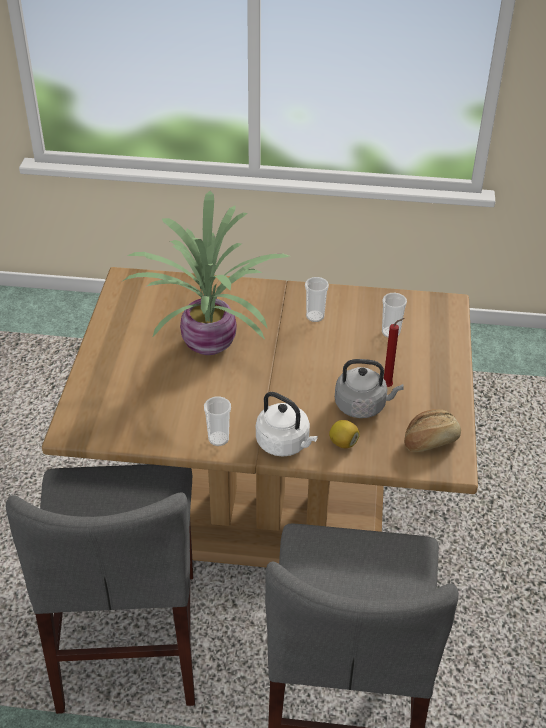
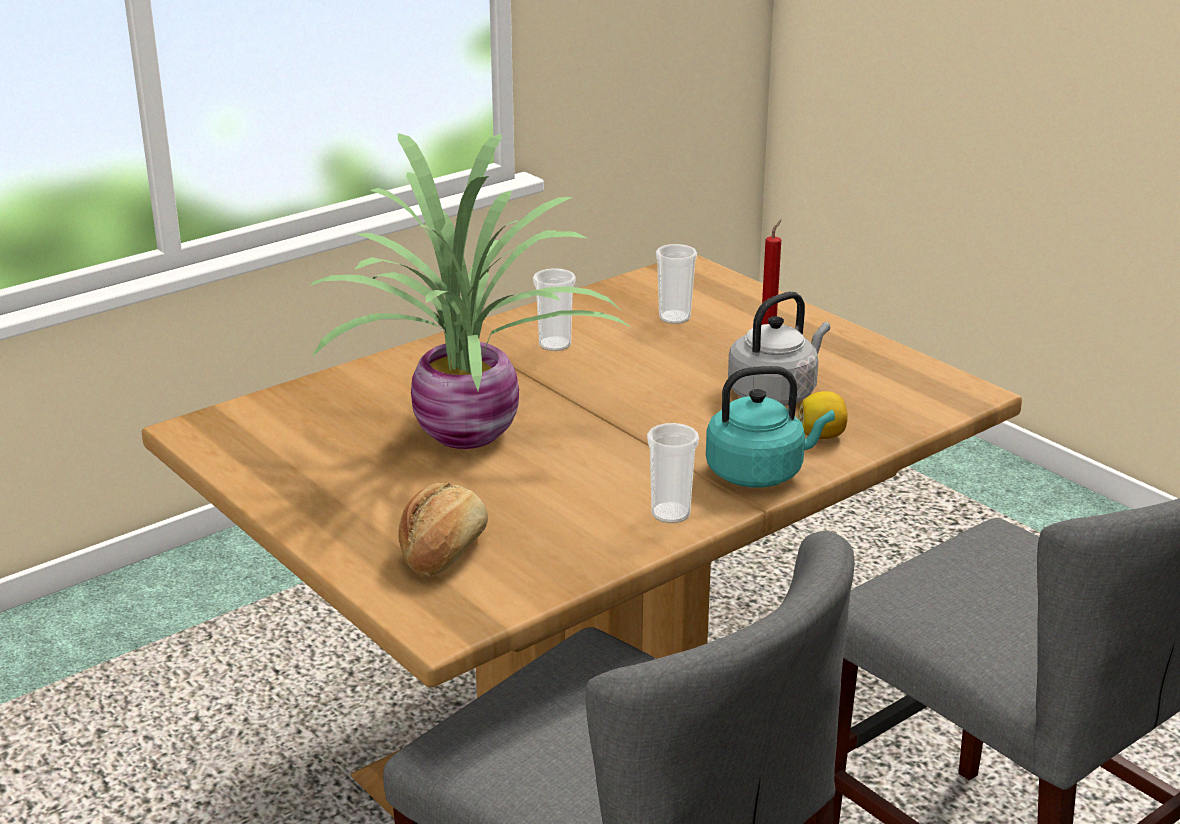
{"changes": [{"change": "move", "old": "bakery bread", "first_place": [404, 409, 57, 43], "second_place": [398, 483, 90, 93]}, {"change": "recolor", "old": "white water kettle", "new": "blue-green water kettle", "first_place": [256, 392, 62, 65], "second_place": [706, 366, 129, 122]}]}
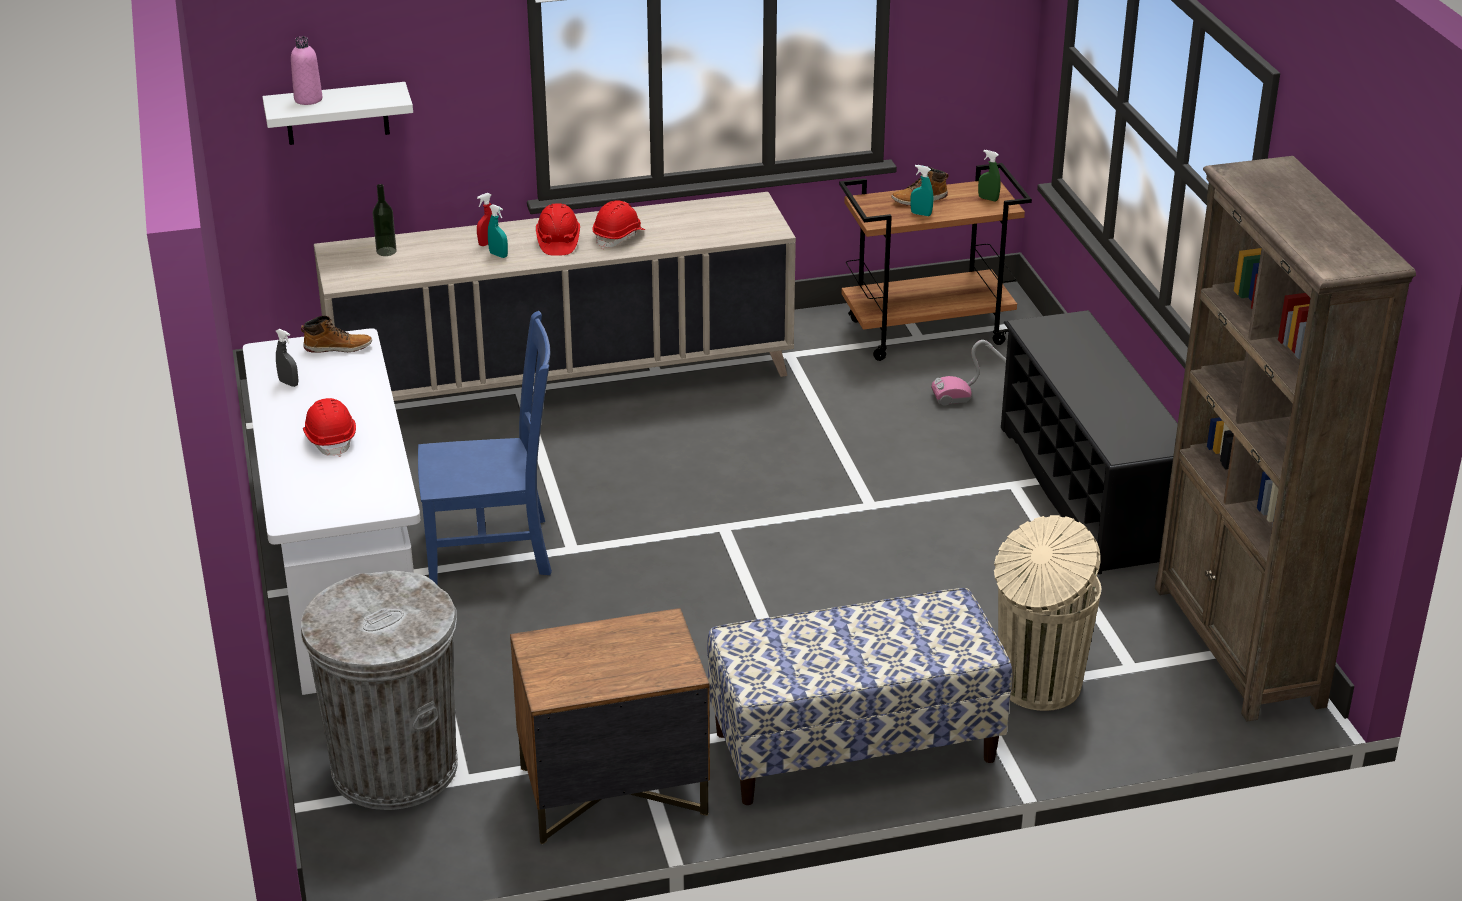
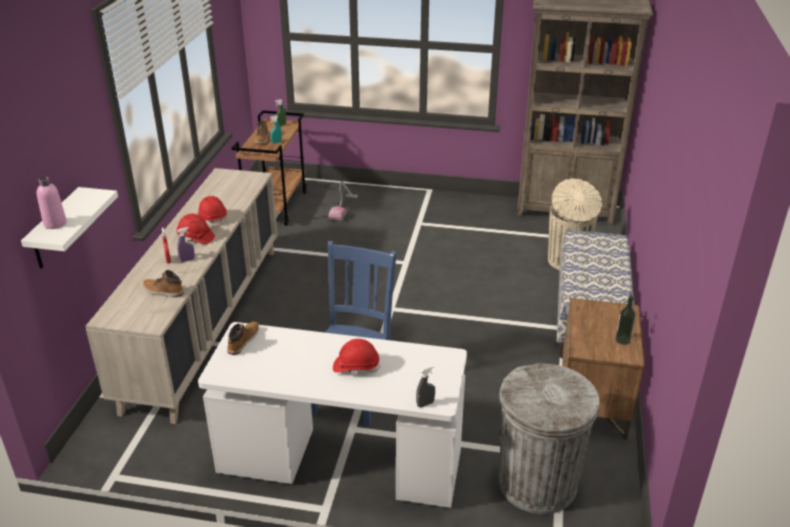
{"changes": [{"change": "insert", "new": "high-top boot", "second_place": [143, 270, 41, 27]}, {"change": "recolor", "old": "blue-green spray bottle", "new": "purple-coloured spray bottle", "first_place": [488, 204, 20, 54], "second_place": [177, 227, 18, 35]}, {"change": "move", "old": "gray spray bottle", "first_place": [276, 329, 22, 58], "second_place": [416, 366, 19, 41]}, {"change": "move", "old": "beverage bottle", "first_place": [373, 184, 24, 72], "second_place": [616, 295, 20, 50]}, {"change": "delete", "old": "black-coloured shoe rack", "first_place": [1001, 310, 177, 265]}]}
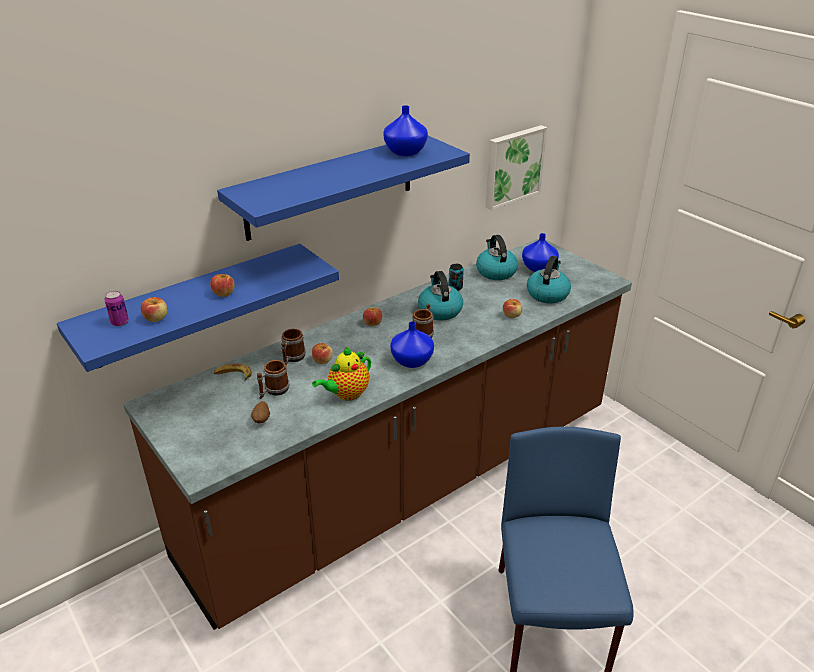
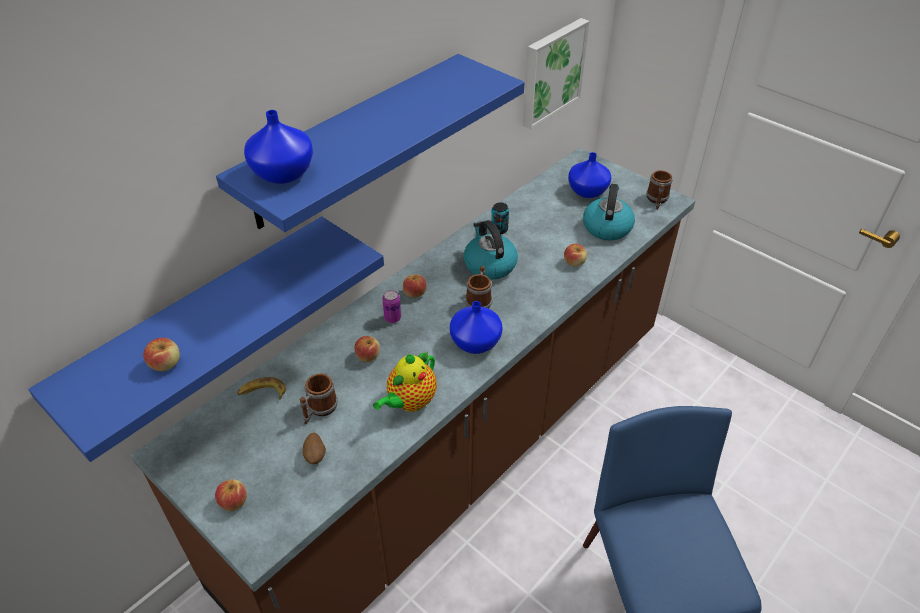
{"changes": [{"change": "move", "old": "apple", "first_place": [210, 274, 25, 23], "second_place": [215, 479, 32, 32]}, {"change": "move", "old": "bluish vase", "first_place": [384, 105, 44, 51], "second_place": [244, 110, 69, 74]}, {"change": "move", "old": "metal can", "first_place": [105, 291, 24, 35], "second_place": [382, 290, 19, 33]}, {"change": "move", "old": "coffee mug", "first_place": [281, 329, 25, 37], "second_place": [646, 170, 27, 40]}, {"change": "delete", "old": "water kettle", "first_place": [476, 235, 42, 45]}]}
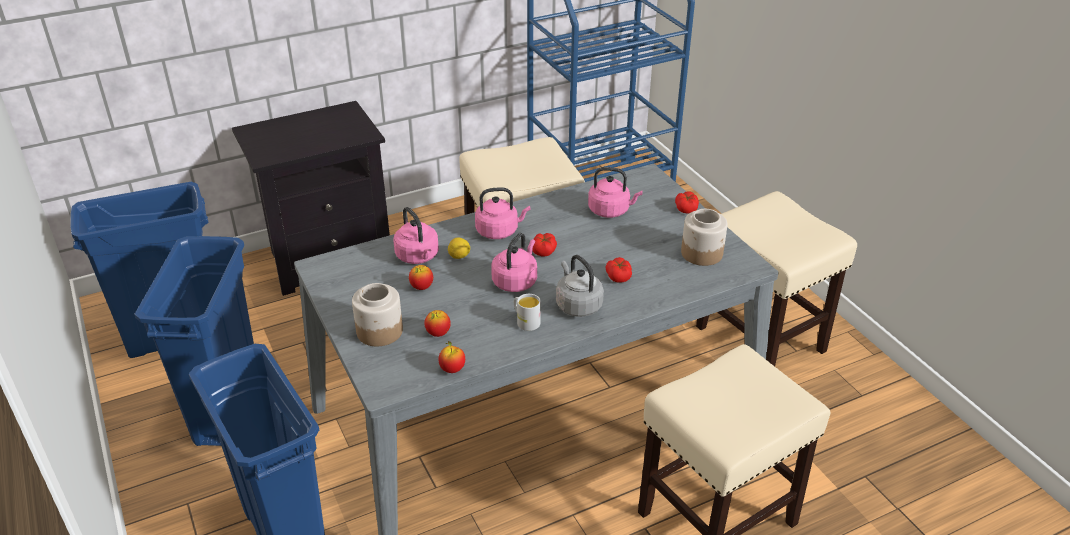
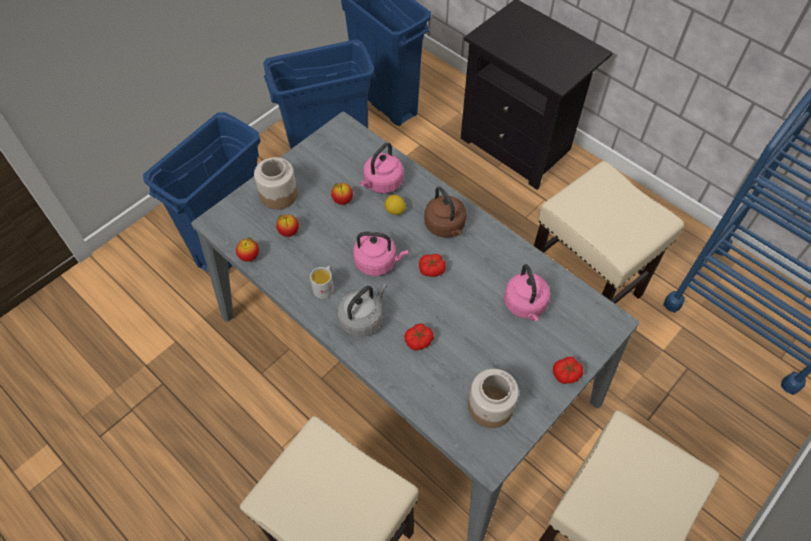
{"changes": [{"change": "recolor", "old": "pink water kettle", "new": "brown-coloured water kettle", "first_place": [475, 187, 56, 52], "second_place": [424, 186, 42, 51]}]}
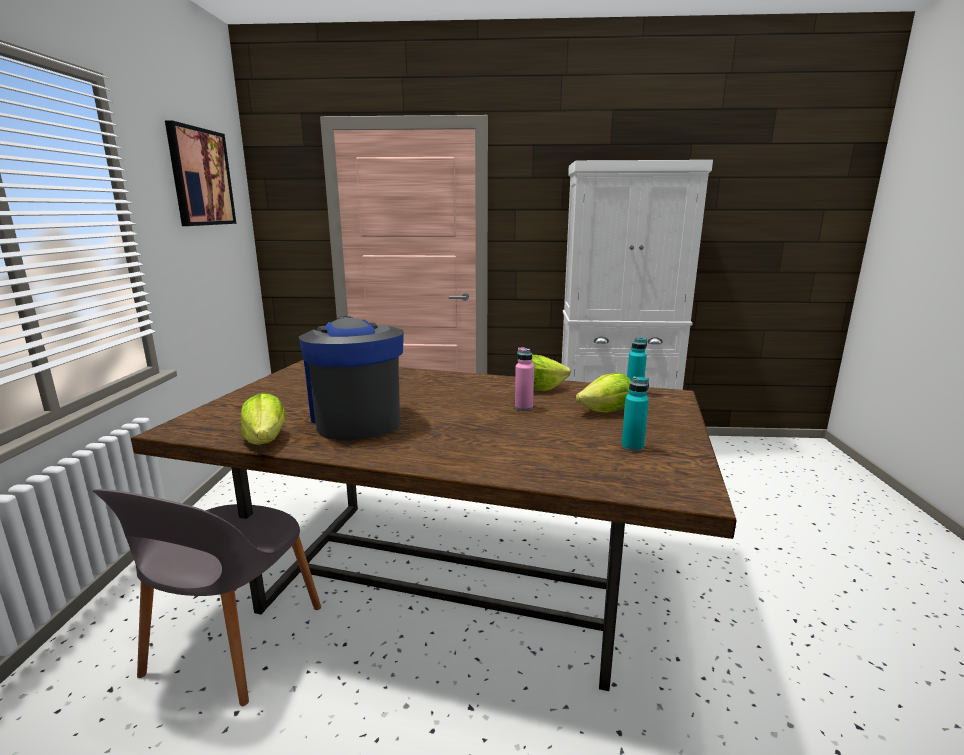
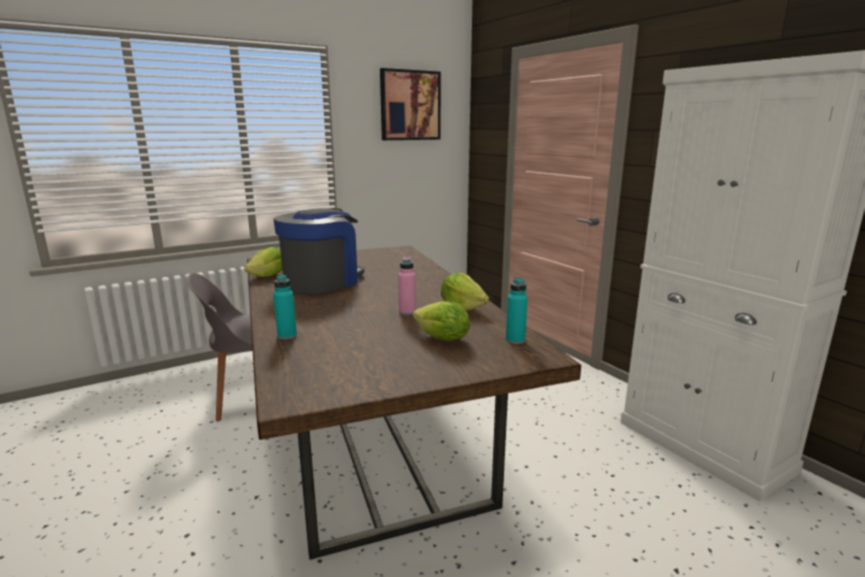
{"changes": [{"change": "move", "old": "blue-green beverage bottle", "first_place": [621, 376, 28, 76], "second_place": [273, 274, 24, 66]}]}
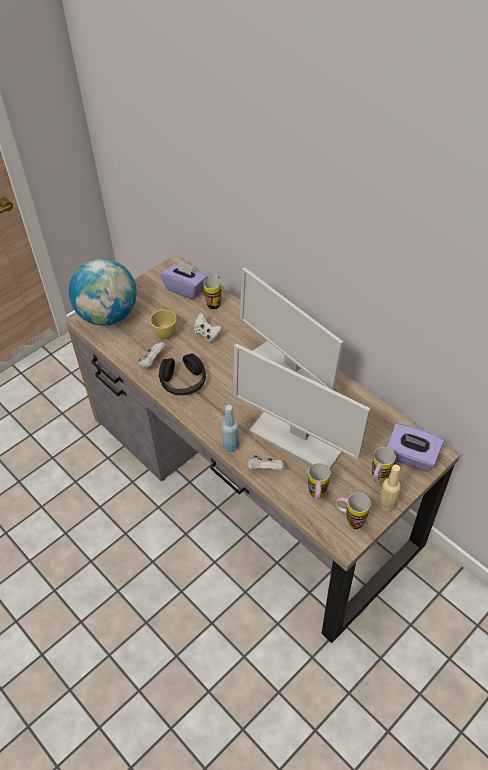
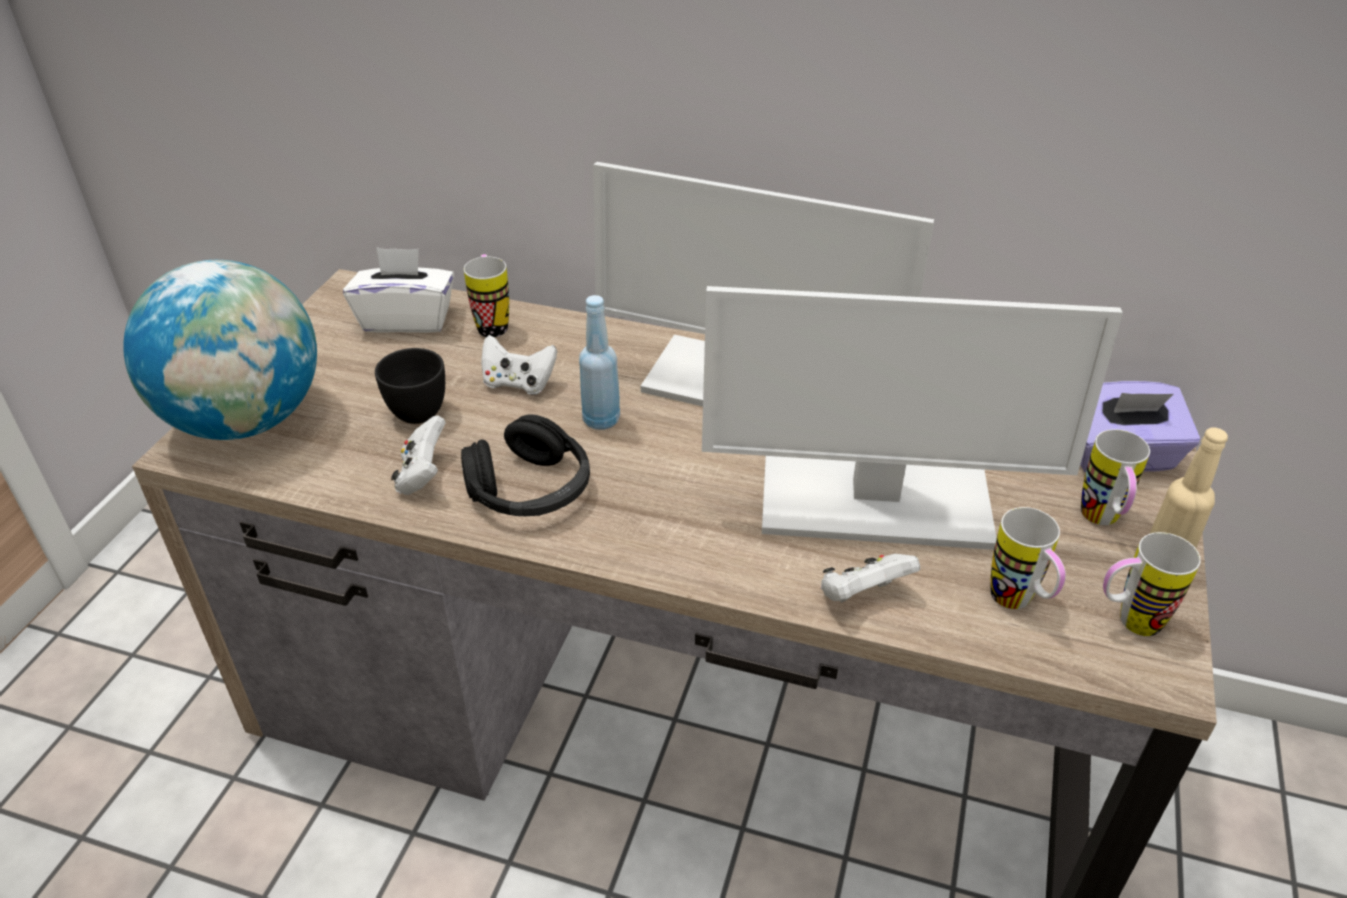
{"changes": [{"change": "recolor", "old": "purple-coloured tissue holder", "new": "white tissue holder", "first_place": [161, 260, 46, 40], "second_place": [343, 247, 111, 86]}, {"change": "recolor", "old": "yellow cup", "new": "black-coloured cup", "first_place": [150, 310, 27, 30], "second_place": [375, 348, 70, 76]}, {"change": "move", "old": "bluish beverage bottle", "first_place": [222, 405, 17, 47], "second_place": [579, 295, 41, 135]}]}
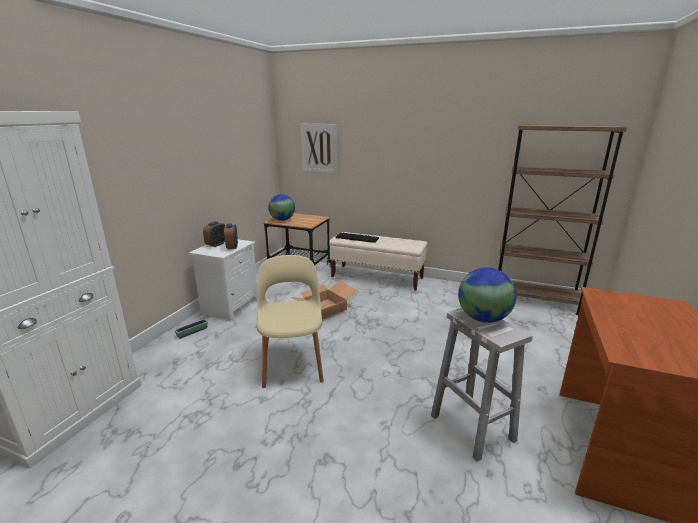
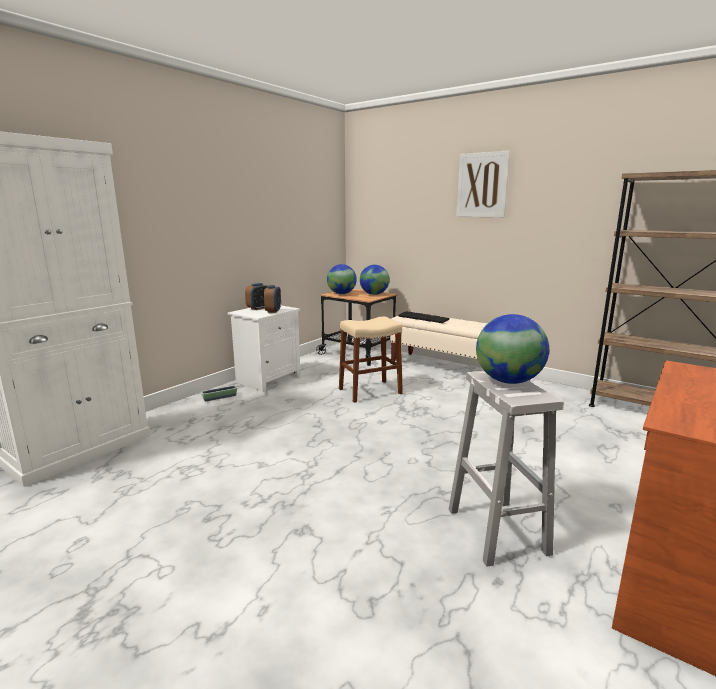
{"changes": [{"change": "replace", "old": "cardboard box", "new": "beige sitting stool", "first_place": [291, 281, 67, 38], "second_place": [339, 316, 64, 87]}, {"change": "insert", "new": "globe", "second_place": [360, 265, 30, 30]}, {"change": "move", "old": "wall art", "first_place": [301, 124, 36, 49], "second_place": [456, 151, 54, 66]}, {"change": "delete", "old": "beige upright chair", "first_place": [257, 255, 67, 133]}]}
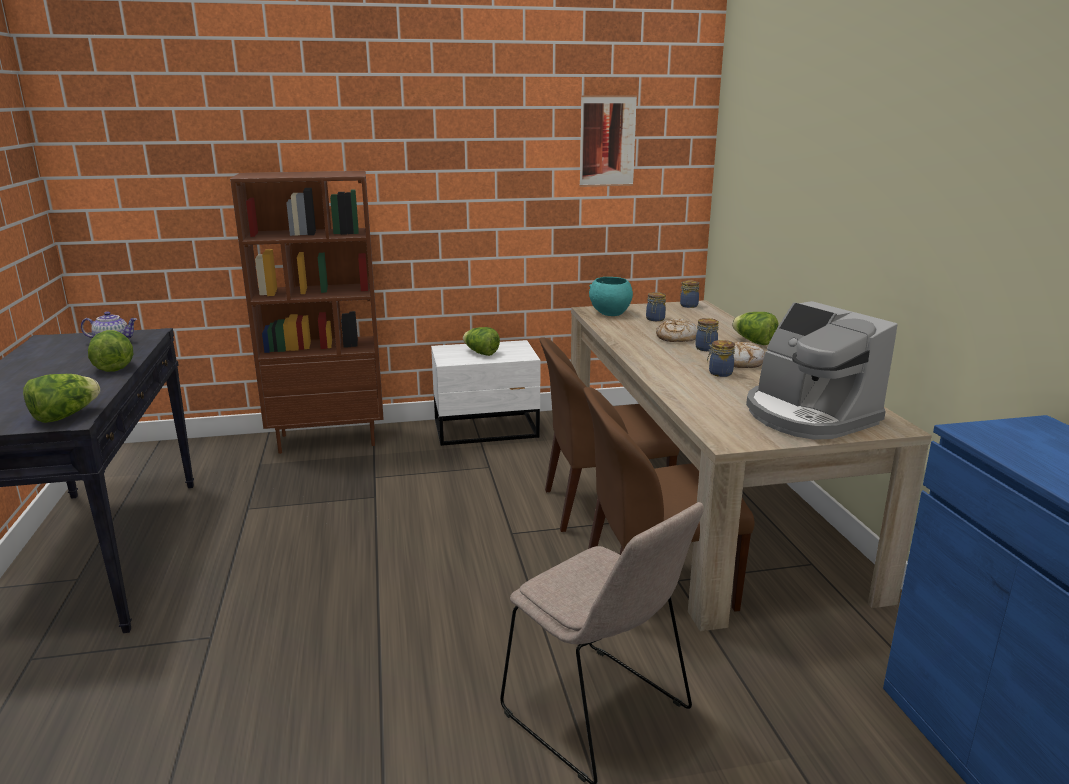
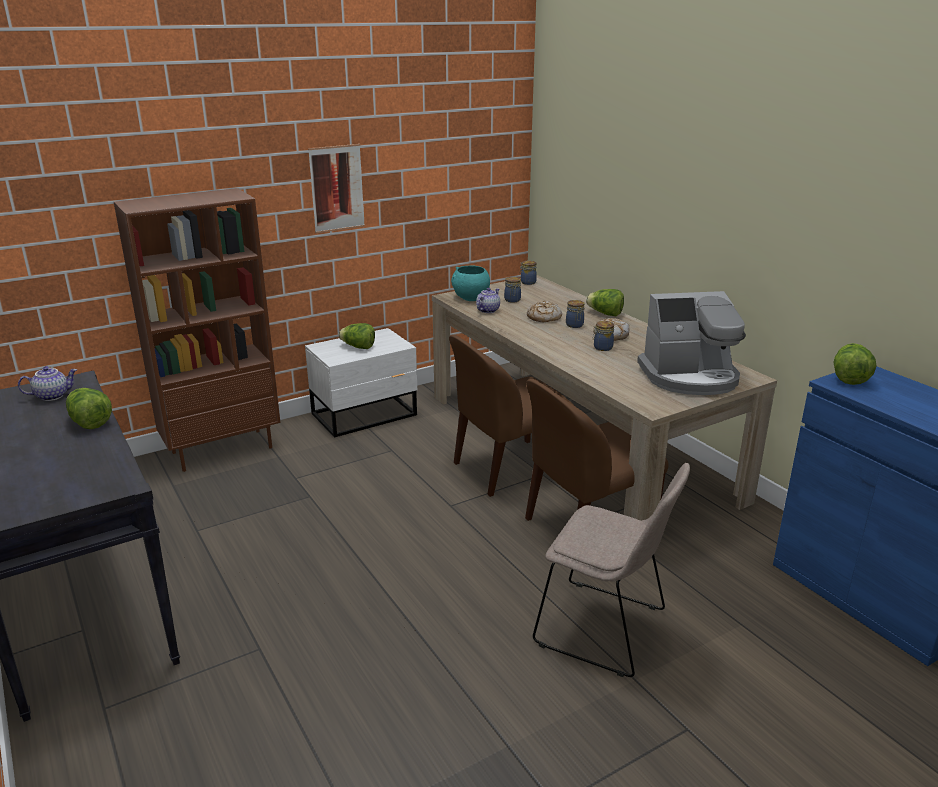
{"changes": [{"change": "move", "old": "wall art", "first_place": [579, 95, 58, 92], "second_place": [308, 144, 57, 89]}, {"change": "insert", "new": "teapot", "second_place": [476, 288, 24, 25]}, {"change": "rotate", "old": "coffee brewer", "first_place": [746, 301, 152, 139], "second_place": [637, 291, 109, 104], "degrees": -45}, {"change": "move", "old": "head of lettuce", "first_place": [23, 374, 77, 49], "second_place": [833, 343, 44, 42]}]}
